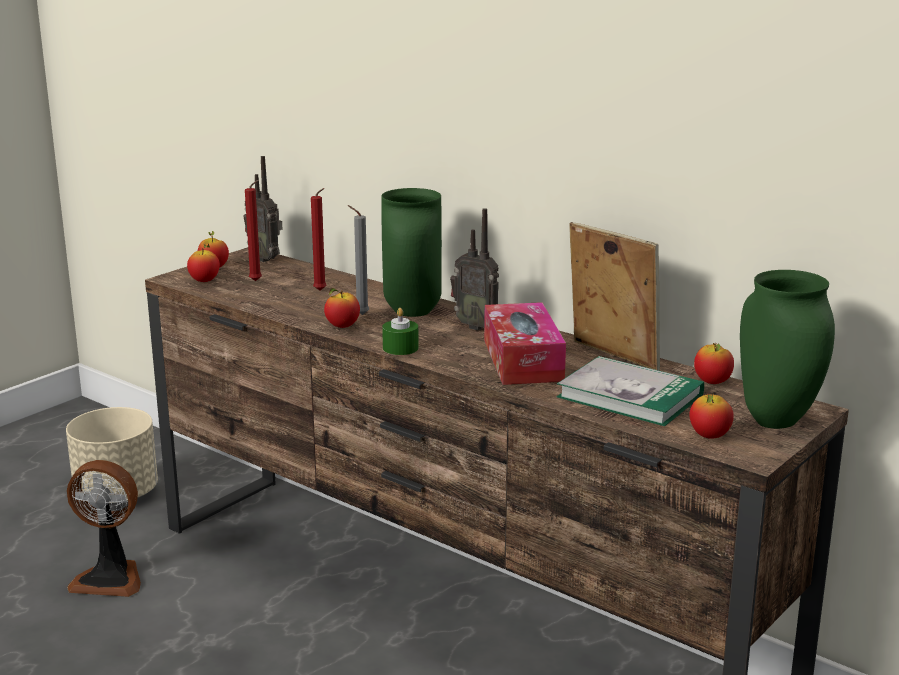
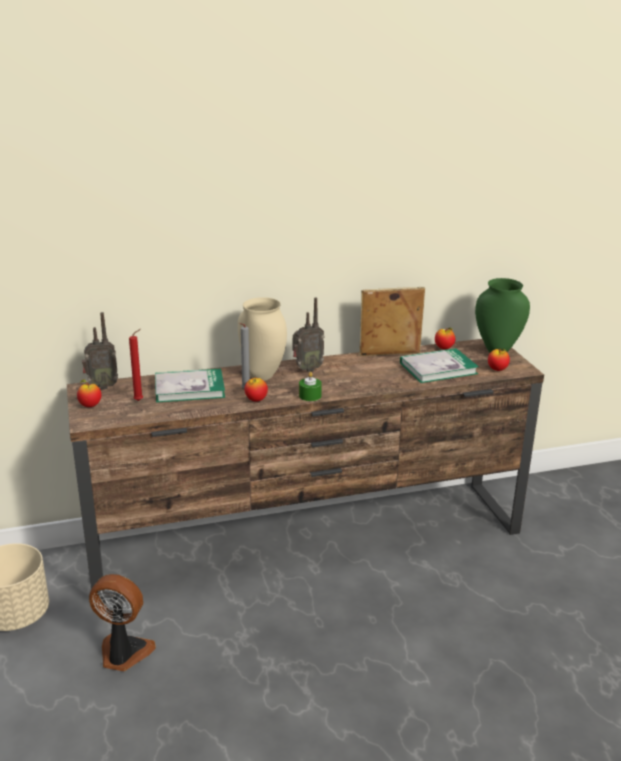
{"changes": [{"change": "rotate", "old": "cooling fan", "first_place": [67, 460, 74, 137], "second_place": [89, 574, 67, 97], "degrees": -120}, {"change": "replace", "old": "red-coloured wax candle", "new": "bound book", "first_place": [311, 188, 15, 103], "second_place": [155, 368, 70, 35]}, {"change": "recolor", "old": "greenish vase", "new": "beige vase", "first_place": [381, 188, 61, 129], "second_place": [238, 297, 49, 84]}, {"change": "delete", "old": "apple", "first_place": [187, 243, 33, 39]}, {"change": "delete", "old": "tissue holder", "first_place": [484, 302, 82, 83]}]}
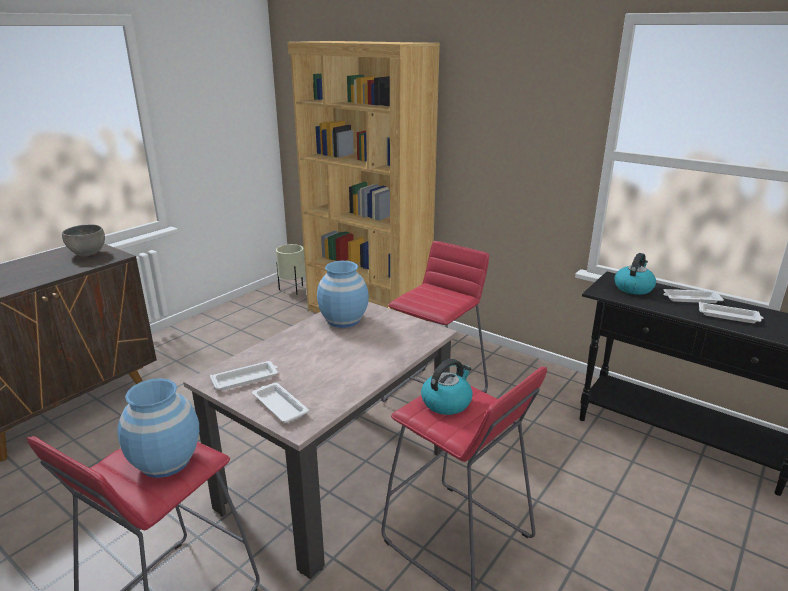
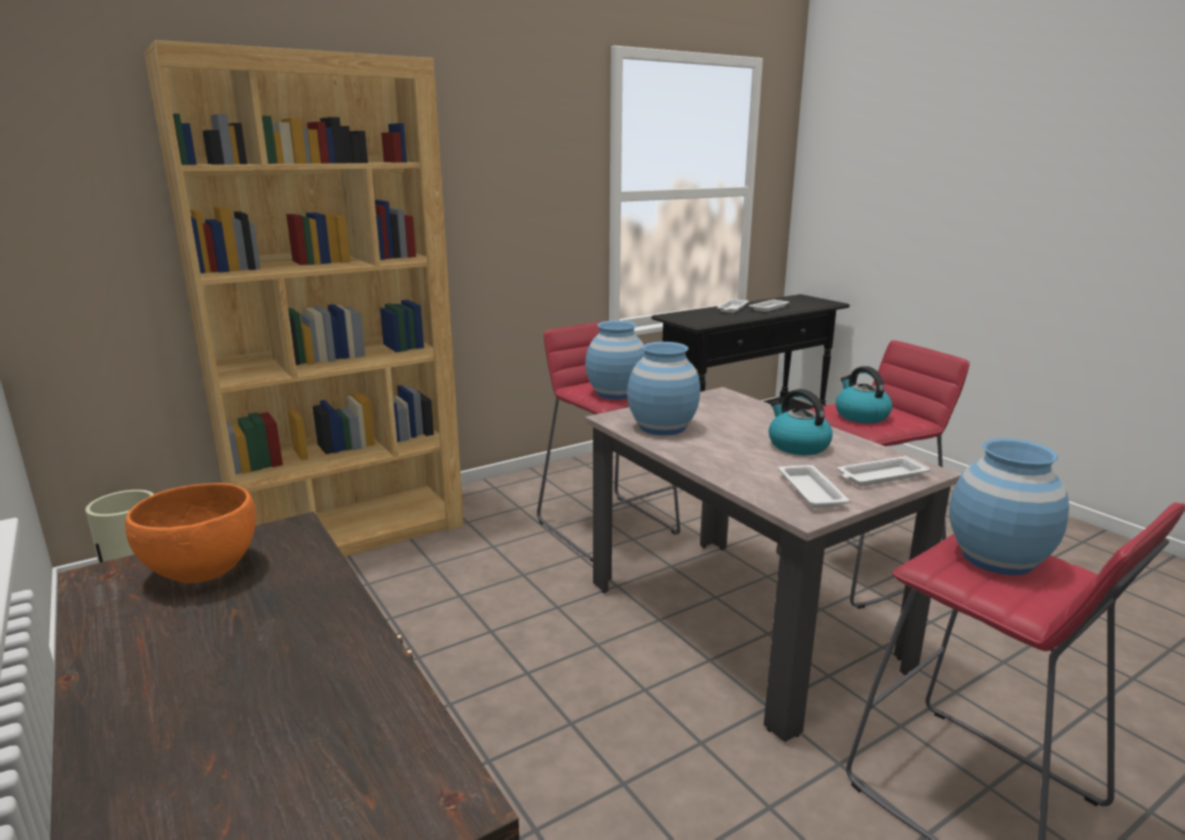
{"changes": [{"change": "recolor", "old": "gray deep dish", "new": "orangey deep dish", "first_place": [62, 224, 43, 33], "second_place": [125, 483, 131, 100]}, {"change": "insert", "new": "bluish vase", "second_place": [585, 321, 60, 78]}, {"change": "move", "old": "water kettle", "first_place": [615, 253, 41, 42], "second_place": [769, 389, 64, 66]}]}
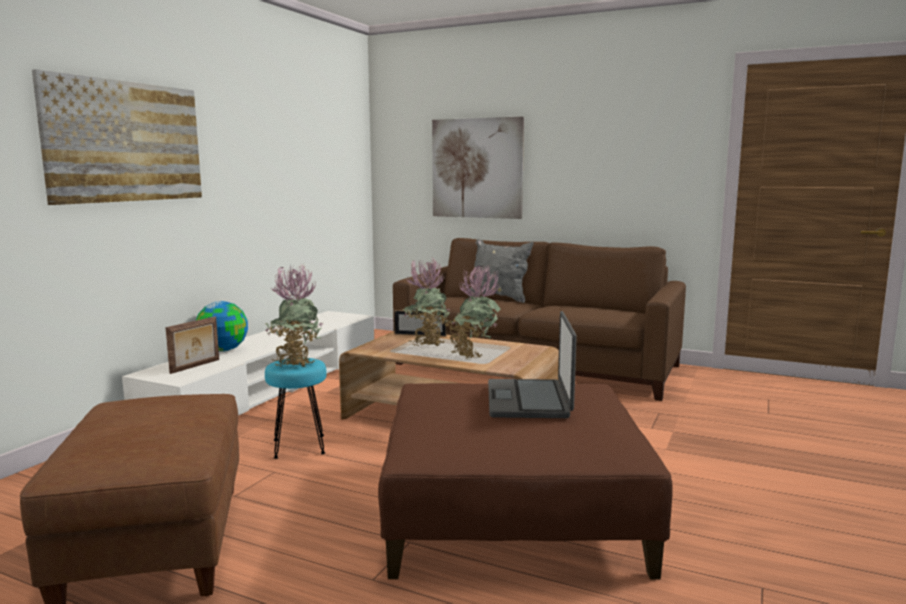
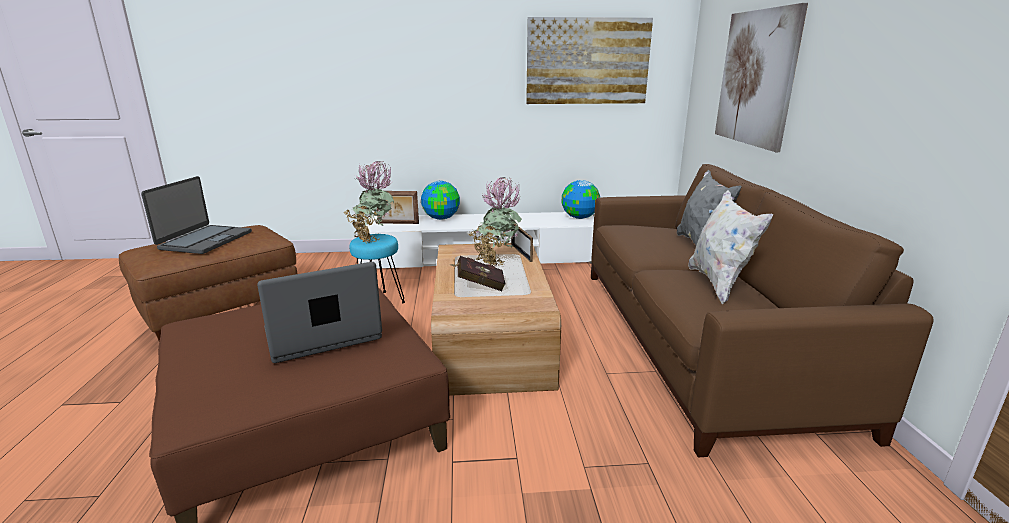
{"changes": [{"change": "insert", "new": "portable computer", "second_place": [141, 176, 111, 78]}, {"change": "replace", "old": "houseplant", "new": "red-coloured bound book", "first_place": [443, 265, 58, 94], "second_place": [449, 256, 57, 35]}, {"change": "move", "old": "wall art", "first_place": [32, 69, 170, 136], "second_place": [526, 17, 127, 87]}, {"change": "insert", "new": "globe", "second_place": [561, 180, 39, 39]}, {"change": "insert", "new": "white cushion", "second_place": [688, 190, 85, 114]}]}
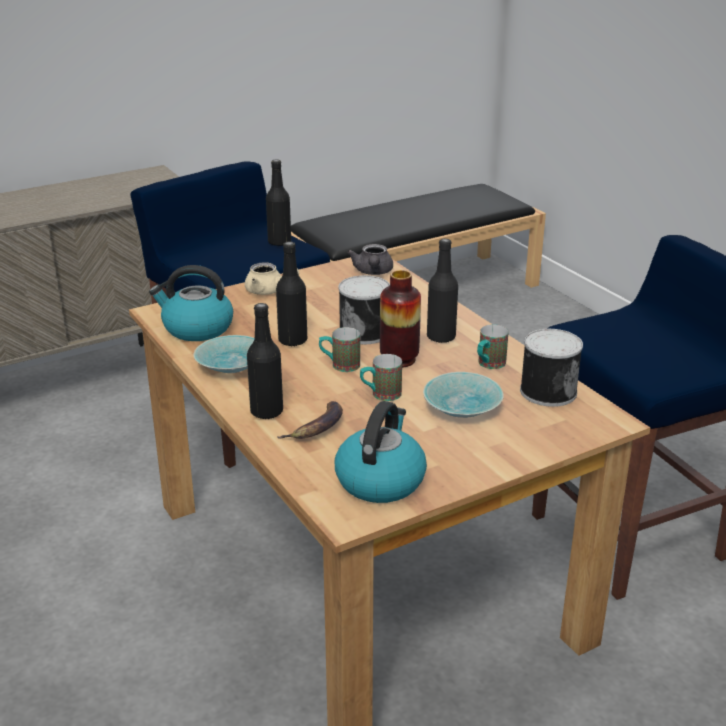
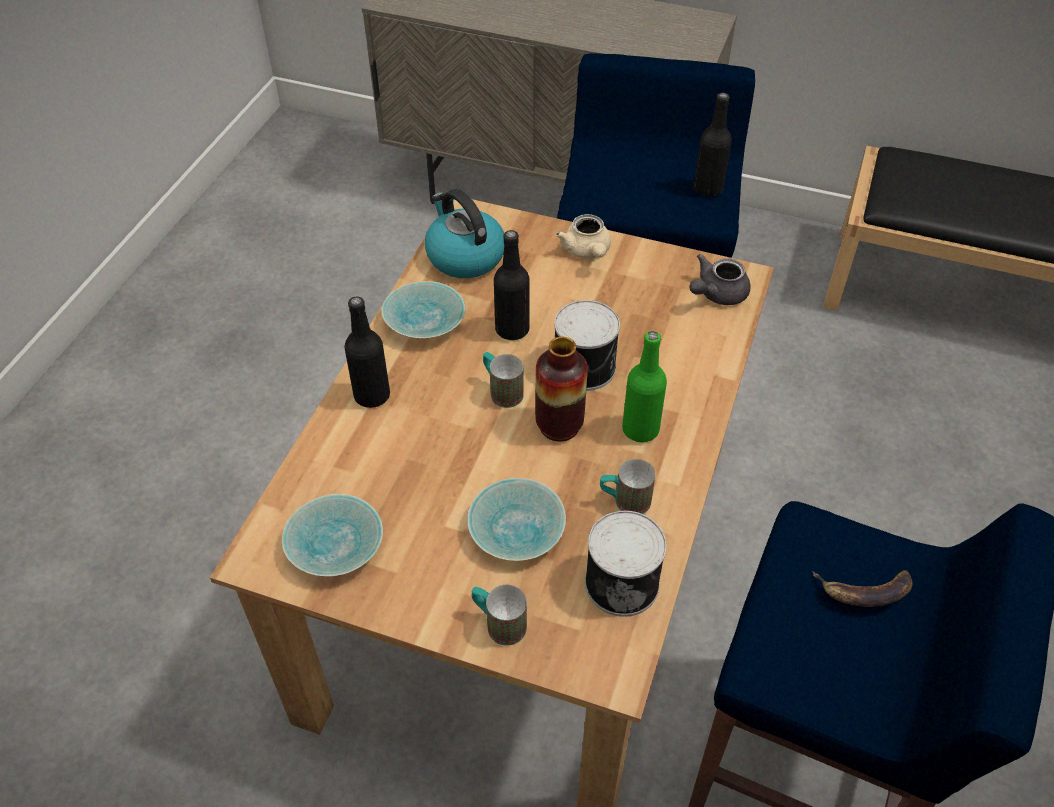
{"changes": [{"change": "replace", "old": "water kettle", "new": "blue-green deep dish", "first_place": [335, 401, 92, 102], "second_place": [282, 494, 101, 82]}, {"change": "move", "old": "coffee mug", "first_place": [360, 354, 42, 47], "second_place": [472, 585, 55, 61]}, {"change": "recolor", "old": "black-coloured beverage bottle", "new": "greenish beverage bottle", "first_place": [427, 239, 31, 104], "second_place": [622, 331, 45, 111]}, {"change": "move", "old": "banana fruit", "first_place": [277, 401, 66, 38], "second_place": [812, 570, 101, 37]}]}
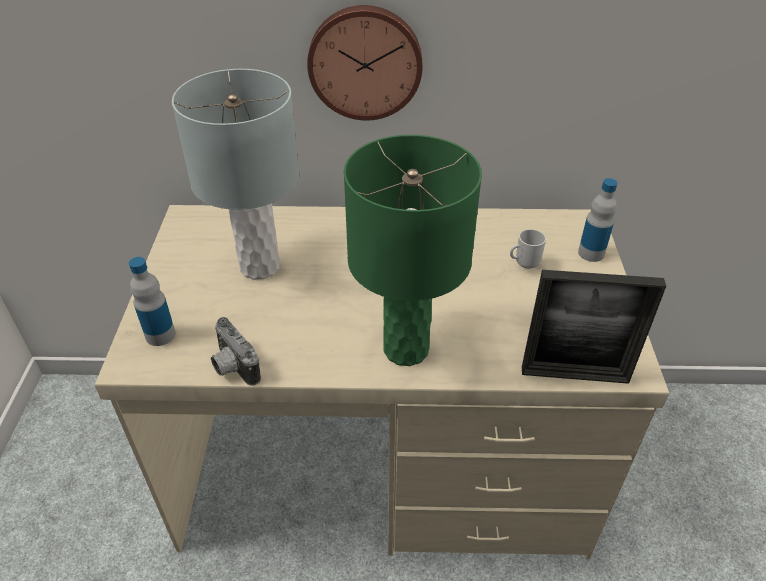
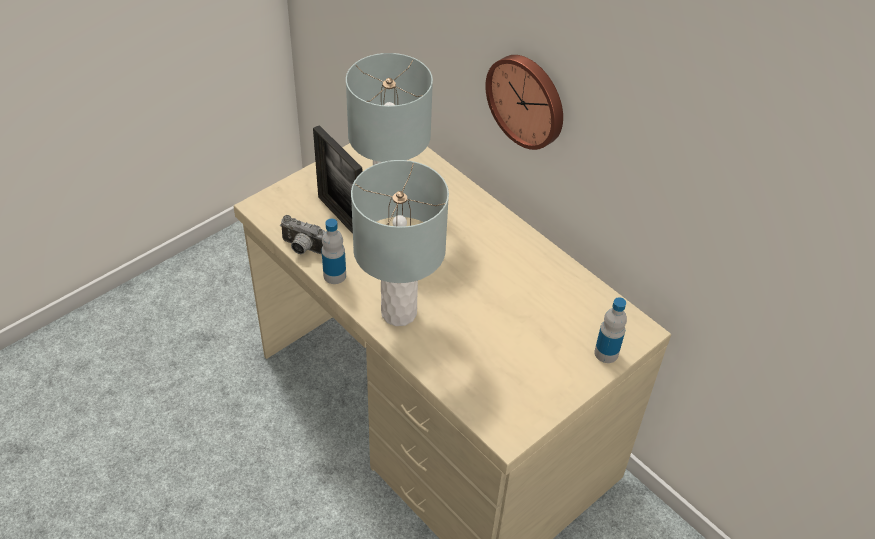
{"changes": [{"change": "rotate", "old": "still camera", "first_place": [211, 317, 50, 69], "second_place": [280, 215, 46, 39], "degrees": -75}, {"change": "move", "old": "standing frame", "first_place": [522, 270, 144, 114], "second_place": [313, 125, 49, 109]}, {"change": "move", "old": "beverage bottle", "first_place": [129, 257, 47, 89], "second_place": [321, 219, 25, 65]}, {"change": "recolor", "old": "greenish table lamp", "new": "gray table lamp", "first_place": [344, 135, 138, 231], "second_place": [351, 160, 98, 166]}, {"change": "delete", "old": "coffee mug", "first_place": [510, 229, 36, 40]}]}
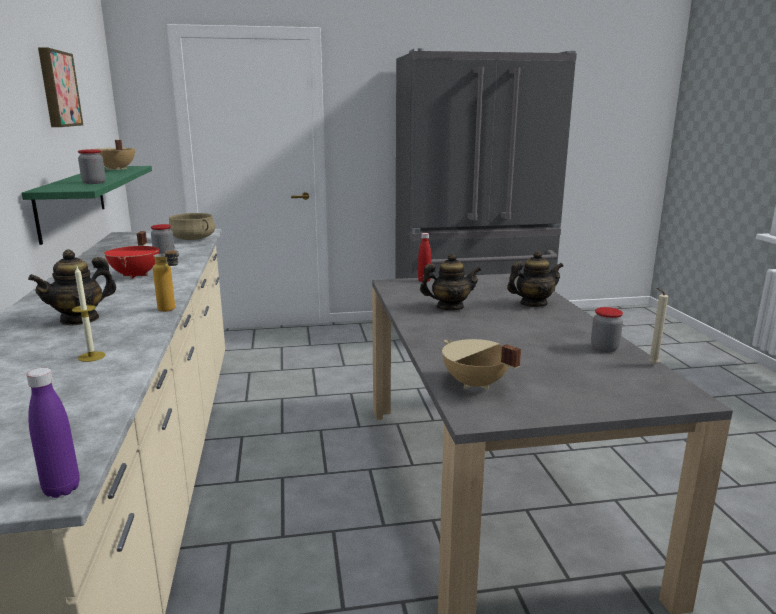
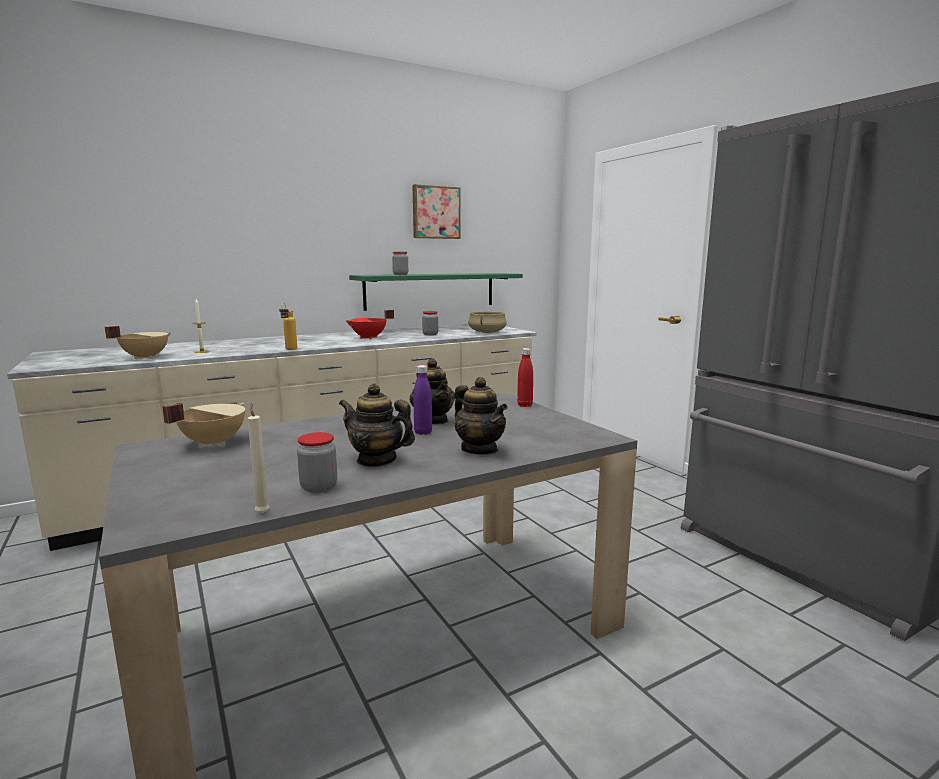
{"changes": [{"change": "move", "old": "beige saucepot", "first_place": [97, 140, 38, 30], "second_place": [105, 326, 66, 33]}, {"change": "move", "old": "teapot", "first_place": [28, 249, 88, 77], "second_place": [339, 383, 76, 84]}, {"change": "move", "old": "purple-coloured beverage bottle", "first_place": [26, 368, 54, 130], "second_place": [413, 365, 19, 70]}]}
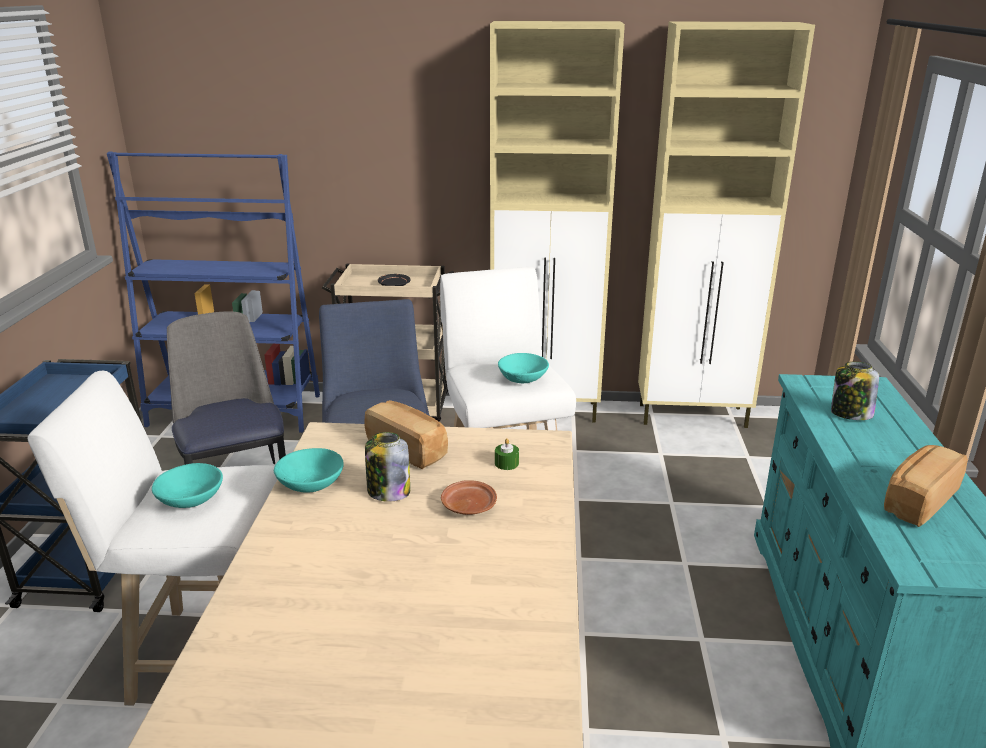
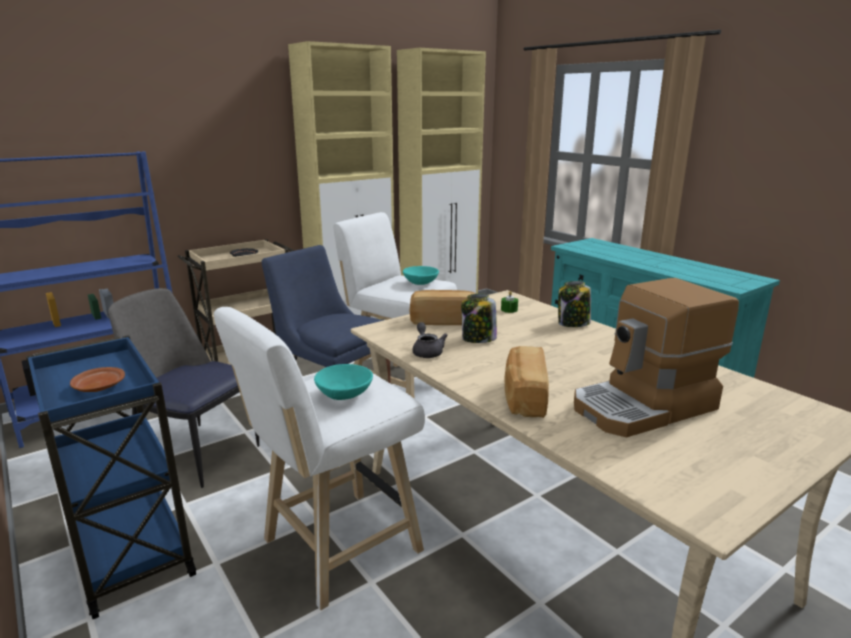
{"changes": [{"change": "move", "old": "brown-coloured flat dish", "first_place": [441, 480, 56, 35], "second_place": [70, 367, 55, 25]}, {"change": "replace", "old": "blue-green deep dish", "new": "gray teapot", "first_place": [274, 448, 70, 45], "second_place": [412, 322, 36, 36]}, {"change": "move", "old": "bakery bread", "first_place": [884, 445, 84, 82], "second_place": [505, 346, 44, 72]}, {"change": "move", "old": "preserve jar", "first_place": [831, 362, 48, 58], "second_place": [558, 281, 33, 46]}, {"change": "insert", "new": "coffee brewer", "second_place": [574, 278, 165, 159]}]}
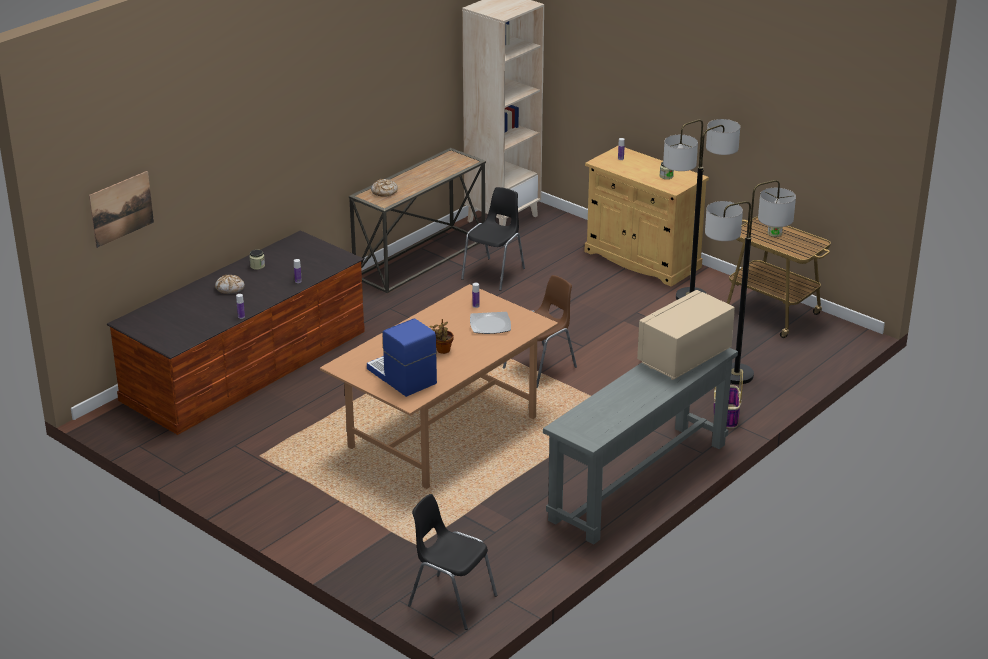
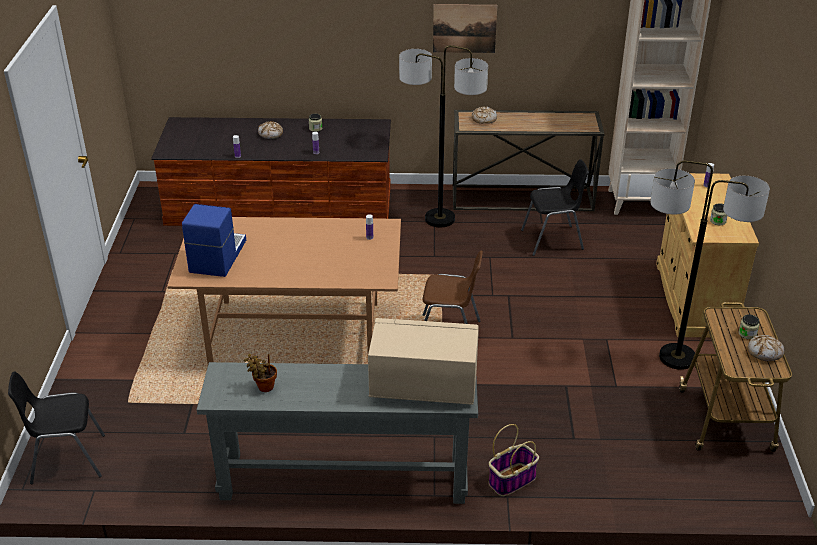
{"changes": [{"change": "rotate", "old": "black-coloured upright chair", "first_place": [408, 494, 89, 136], "second_place": [8, 371, 97, 113], "degrees": -90}, {"change": "move", "old": "houseplant", "first_place": [429, 319, 25, 35], "second_place": [244, 354, 33, 38]}, {"change": "move", "old": "standard lamp", "first_place": [705, 180, 91, 205], "second_place": [399, 45, 89, 182]}, {"change": "move", "old": "wall art", "first_place": [89, 171, 65, 77], "second_place": [433, 4, 64, 49]}, {"change": "insert", "new": "bakery bread", "second_place": [748, 335, 36, 26]}, {"change": "delete", "old": "flat dish", "first_place": [470, 312, 41, 22]}]}
